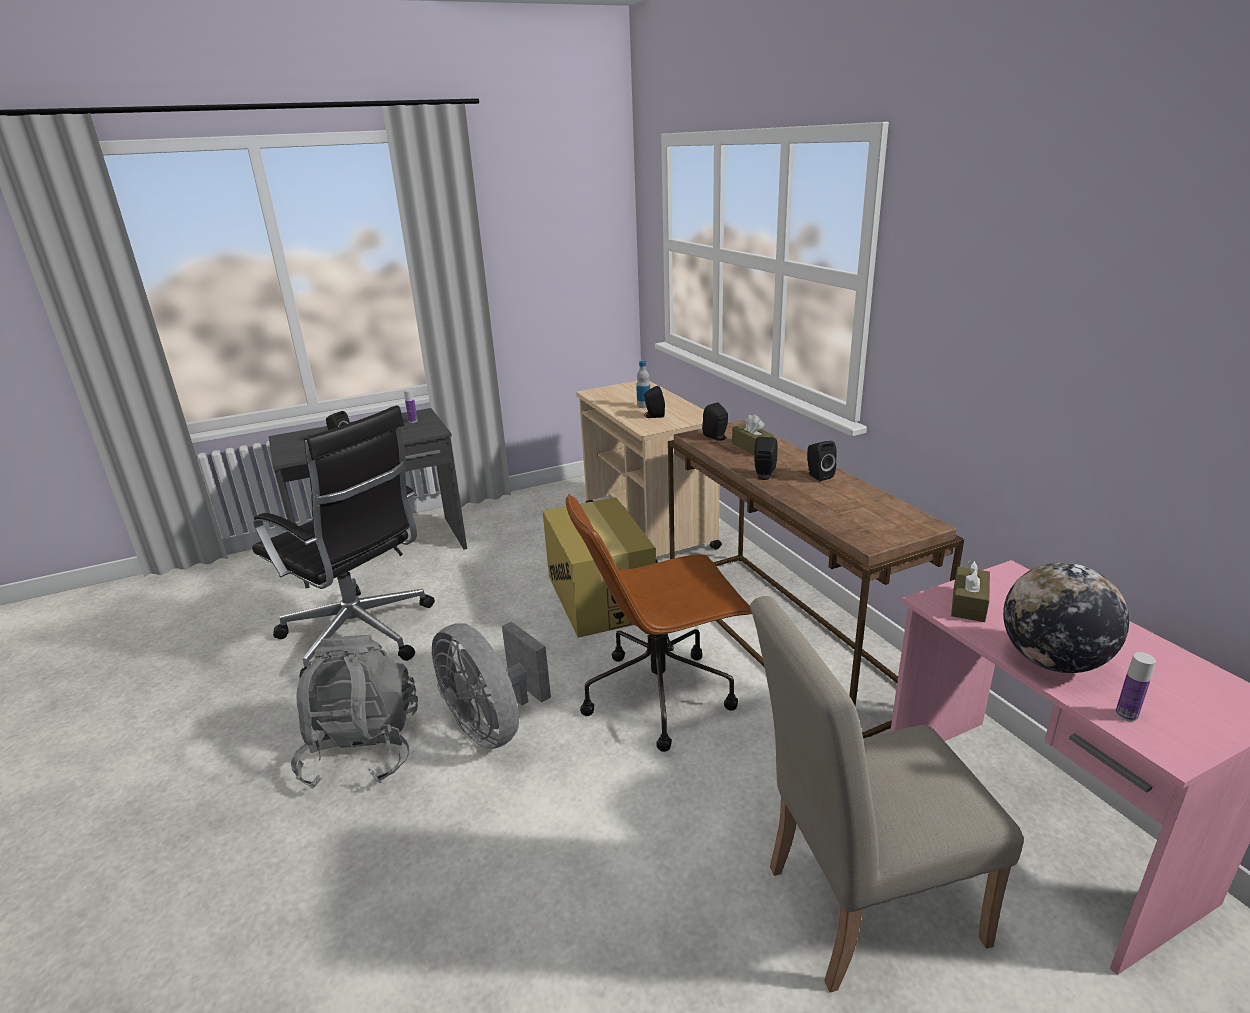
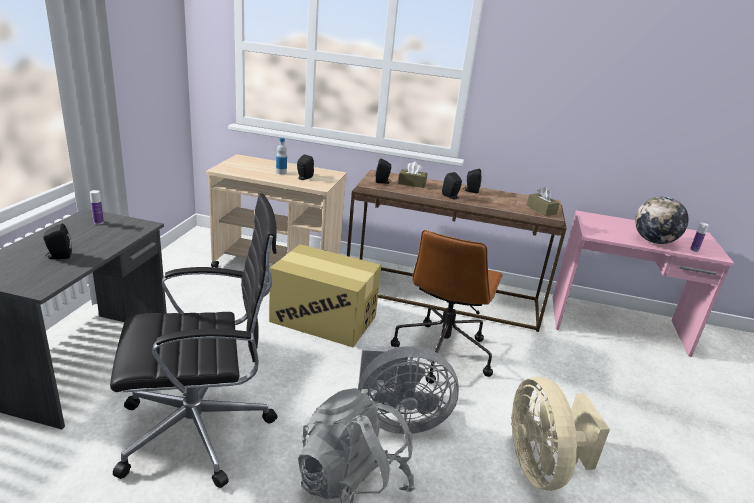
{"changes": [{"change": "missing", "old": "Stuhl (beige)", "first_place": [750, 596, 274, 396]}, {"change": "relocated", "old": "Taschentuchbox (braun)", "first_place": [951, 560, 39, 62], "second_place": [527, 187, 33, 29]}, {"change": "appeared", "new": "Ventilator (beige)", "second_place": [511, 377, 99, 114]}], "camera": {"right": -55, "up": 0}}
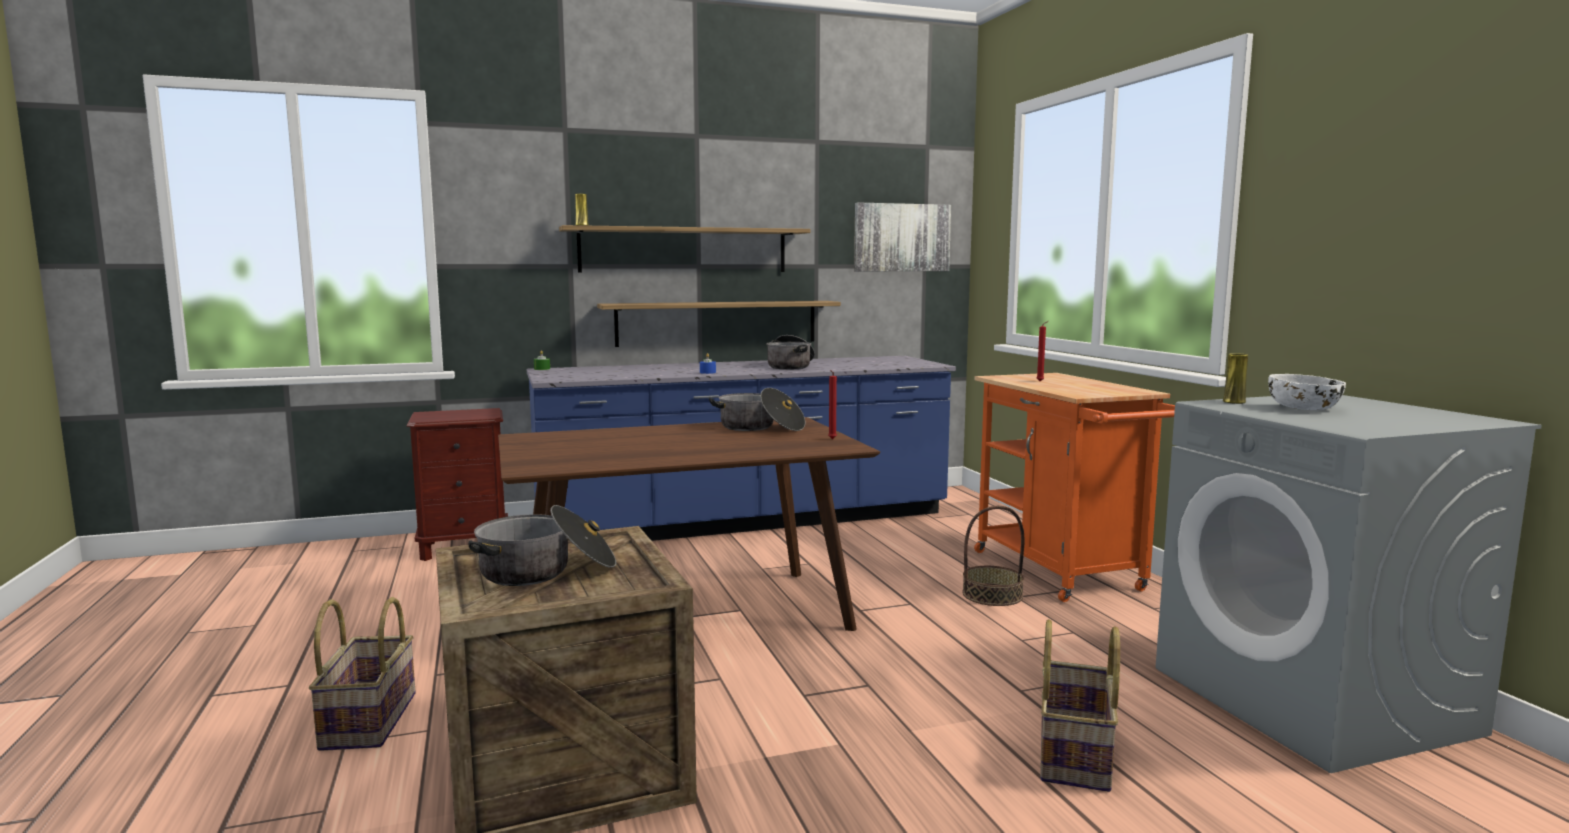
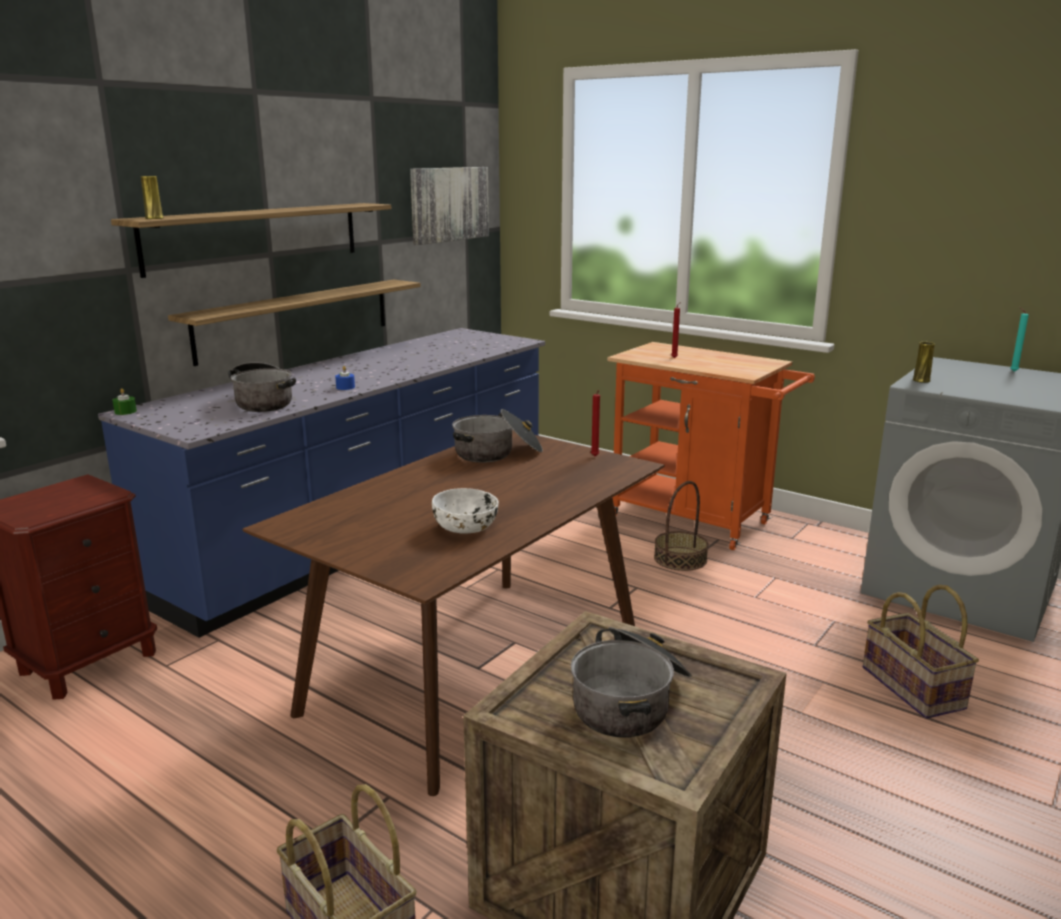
{"changes": [{"change": "relocated", "old": "Kochtopf", "first_place": [766, 335, 49, 34], "second_place": [228, 362, 68, 50]}, {"change": "relocated", "old": "Schüssel (weiß)", "first_place": [1268, 374, 78, 36], "second_place": [432, 488, 67, 45]}, {"change": "appeared", "new": "Kerze (türkis)", "second_place": [1010, 307, 19, 65]}], "camera": {"right": -35, "up": 10}}
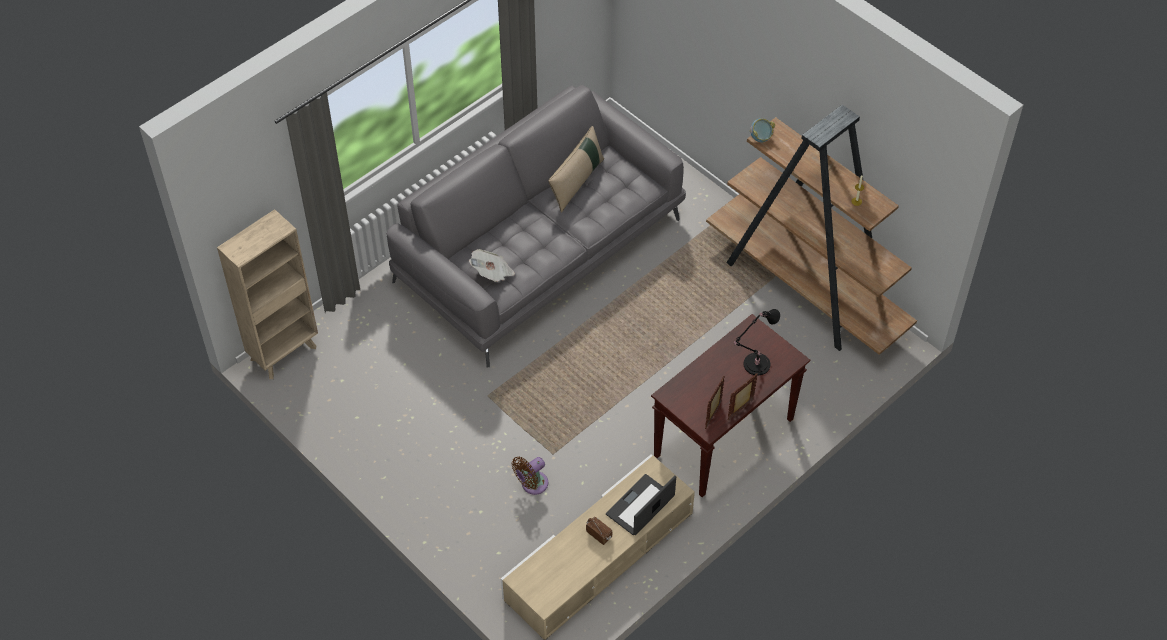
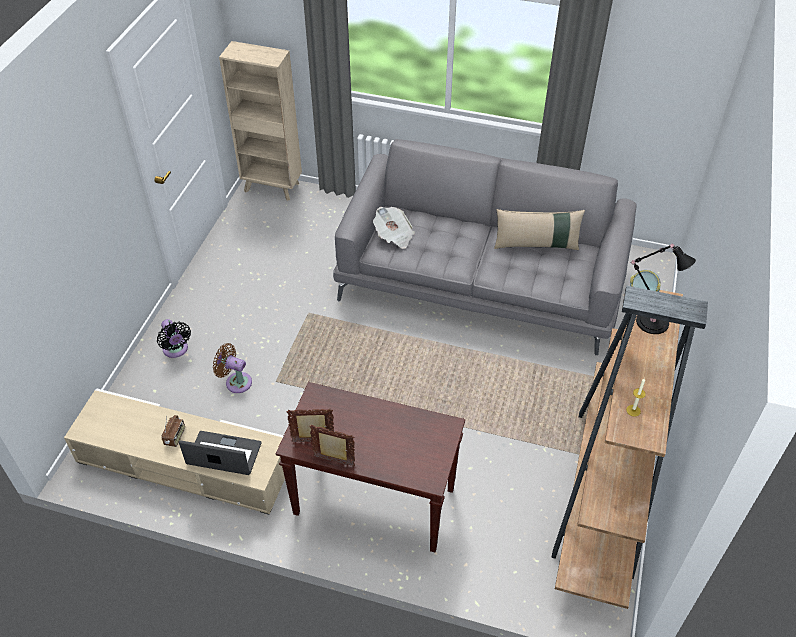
{"changes": [{"change": "relocated", "old": "Tischlampe (schwarz)", "first_place": [734, 309, 46, 67], "second_place": [630, 244, 66, 90]}, {"change": "appeared", "new": "Ventilator (schwarz)", "second_place": [157, 319, 34, 39]}], "camera": {"right": 60, "up": -5}}
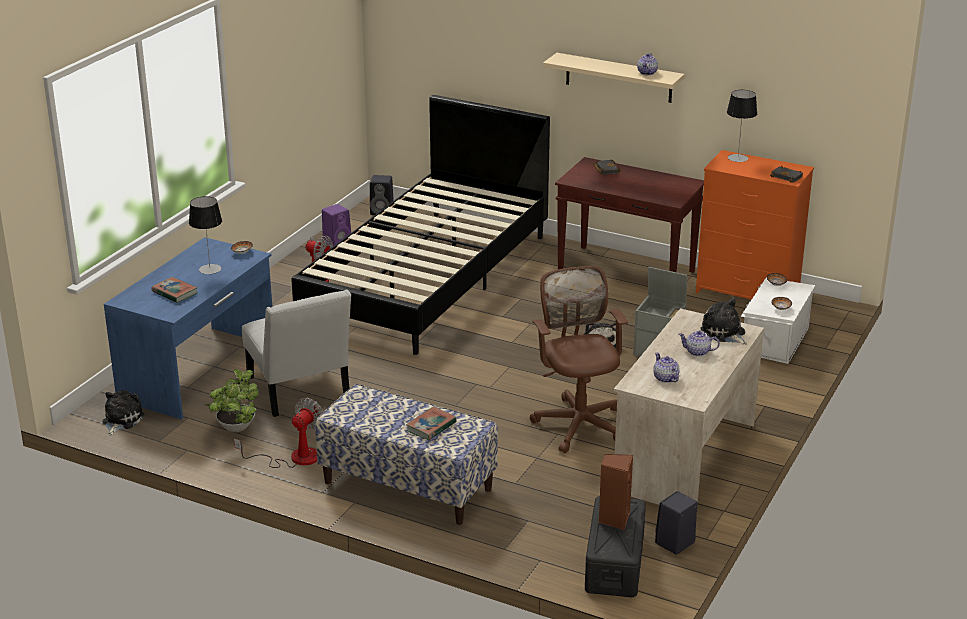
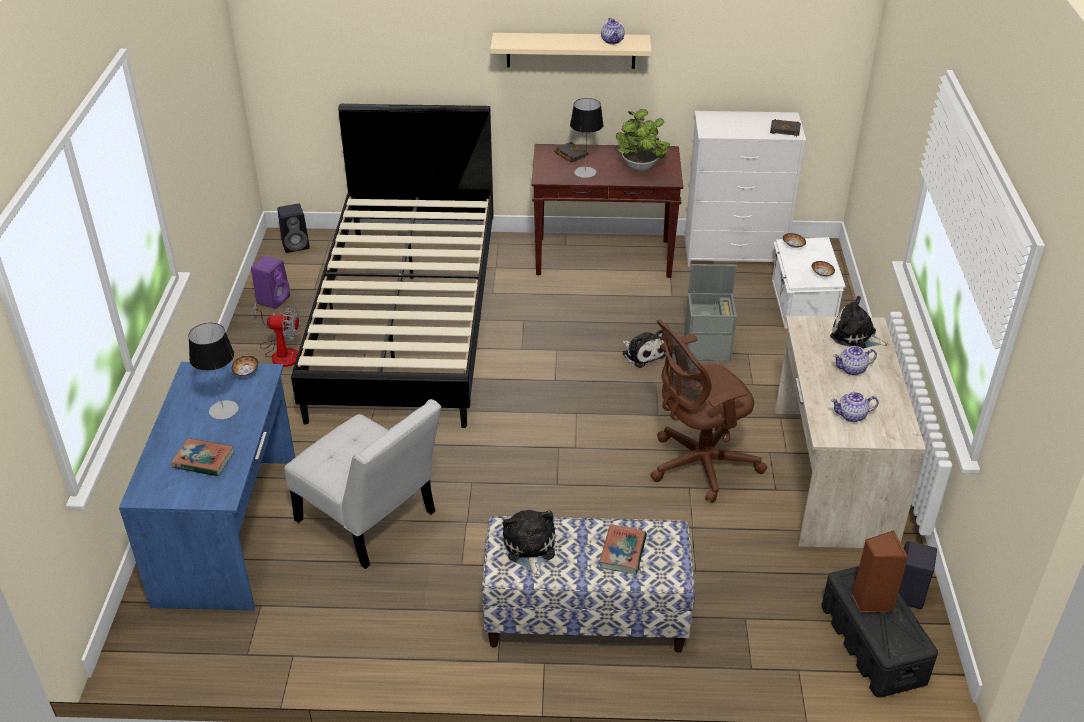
{"changes": [{"change": "relocated", "old": "Plüschtier", "first_place": [102, 390, 43, 45], "second_place": [503, 510, 52, 67]}, {"change": "relocated", "old": "Topfpflanze", "first_place": [205, 369, 54, 63], "second_place": [616, 109, 54, 62]}, {"change": "missing", "old": "Ventilator", "first_place": [234, 398, 89, 70]}, {"change": "spun", "old": "Bürostuhl (braun)", "first_place": [530, 266, 98, 187], "second_place": [650, 320, 118, 183], "degrees": -75}, {"change": "spun", "old": "Teekanne", "first_place": [653, 352, 26, 31], "second_place": [831, 392, 48, 30], "degrees": -45}, {"change": "colour", "old": "Kommode (orange)", "new": "Kommode (weiß)", "first_place": [696, 150, 118, 150], "second_place": [685, 111, 121, 156]}, {"change": "relocated", "old": "Tischlampe", "first_place": [727, 90, 30, 72], "second_place": [570, 98, 34, 80]}], "camera": {"right": -25, "up": 10}}
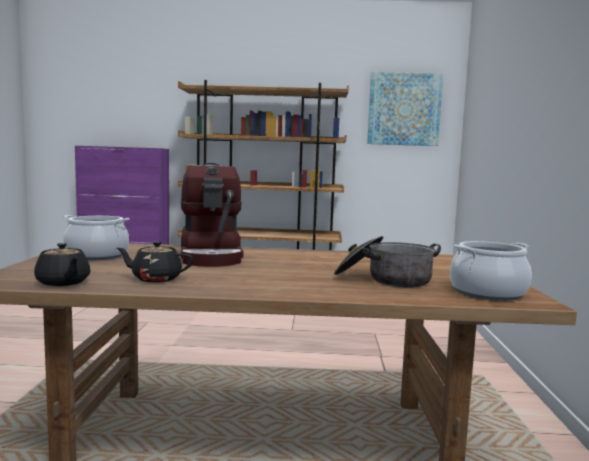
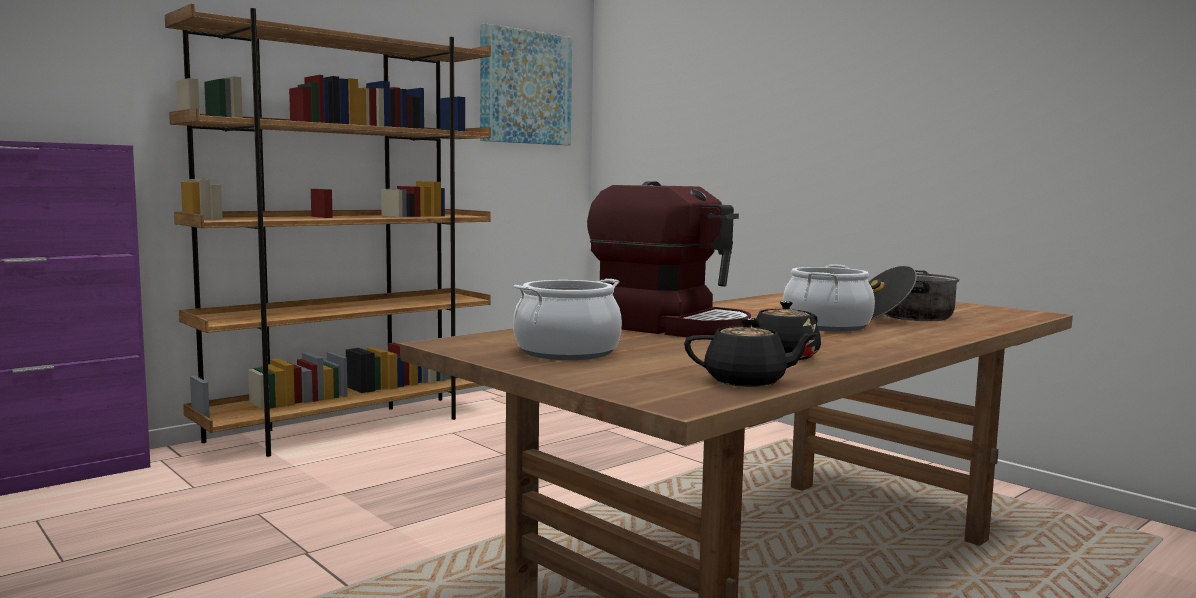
{"changes": [{"change": "relocated", "old": "Kochtopf", "first_place": [450, 241, 82, 60], "second_place": [783, 265, 92, 67]}], "camera": {"right": -45, "up": 0}}
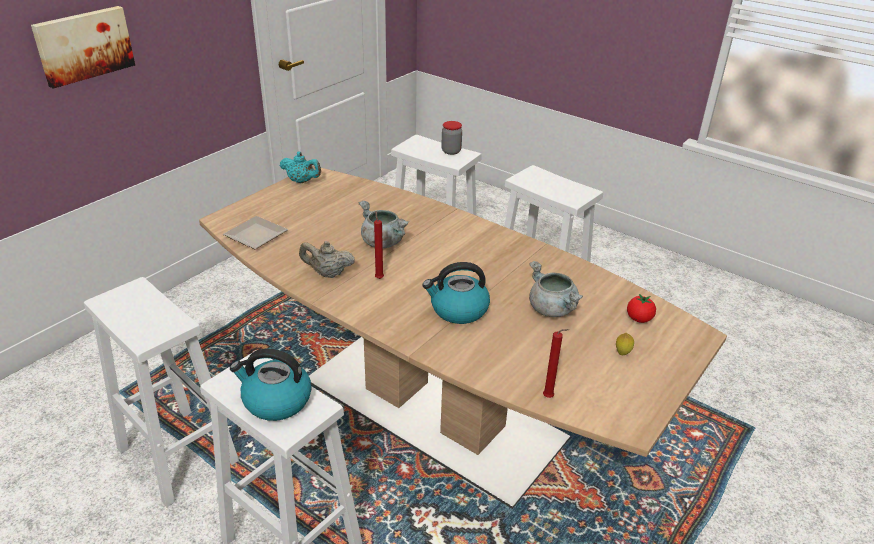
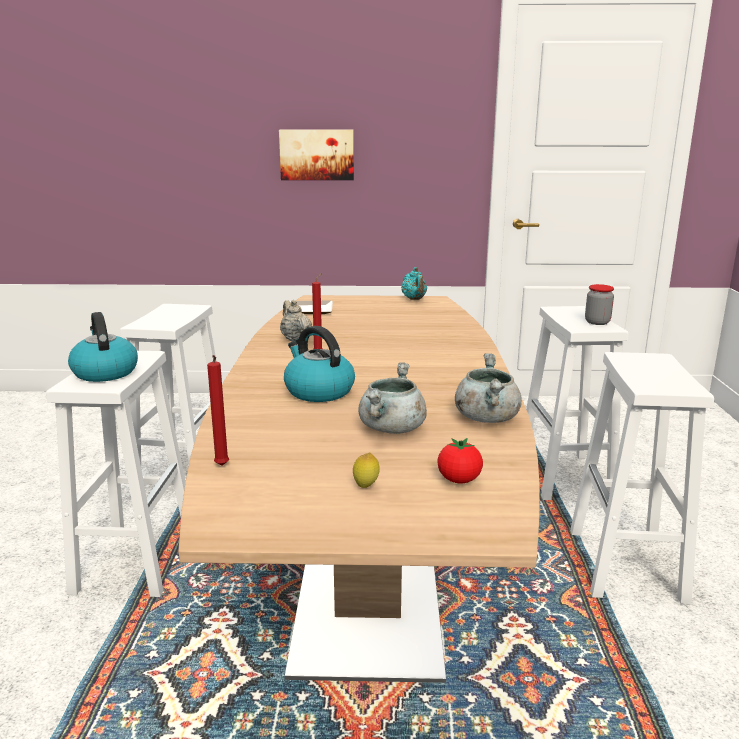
{"changes": [{"change": "relocated", "old": "Kochtopf (grau)", "first_place": [359, 201, 50, 47], "second_place": [455, 353, 67, 70]}], "camera": {"right": 55, "up": -15}}
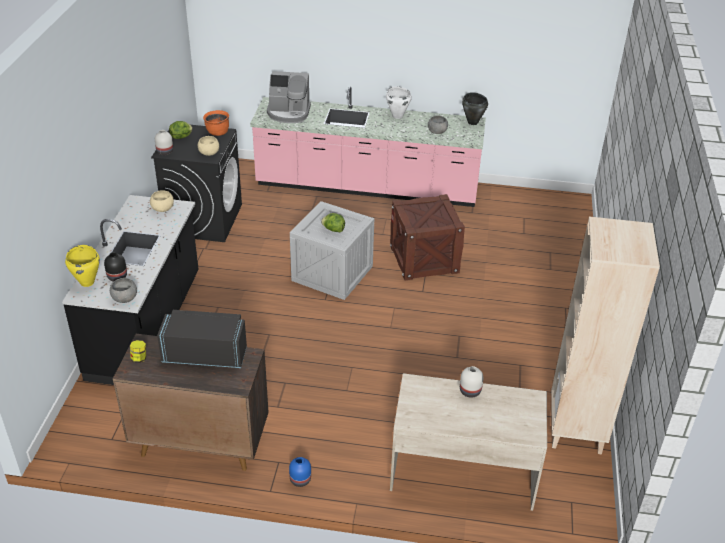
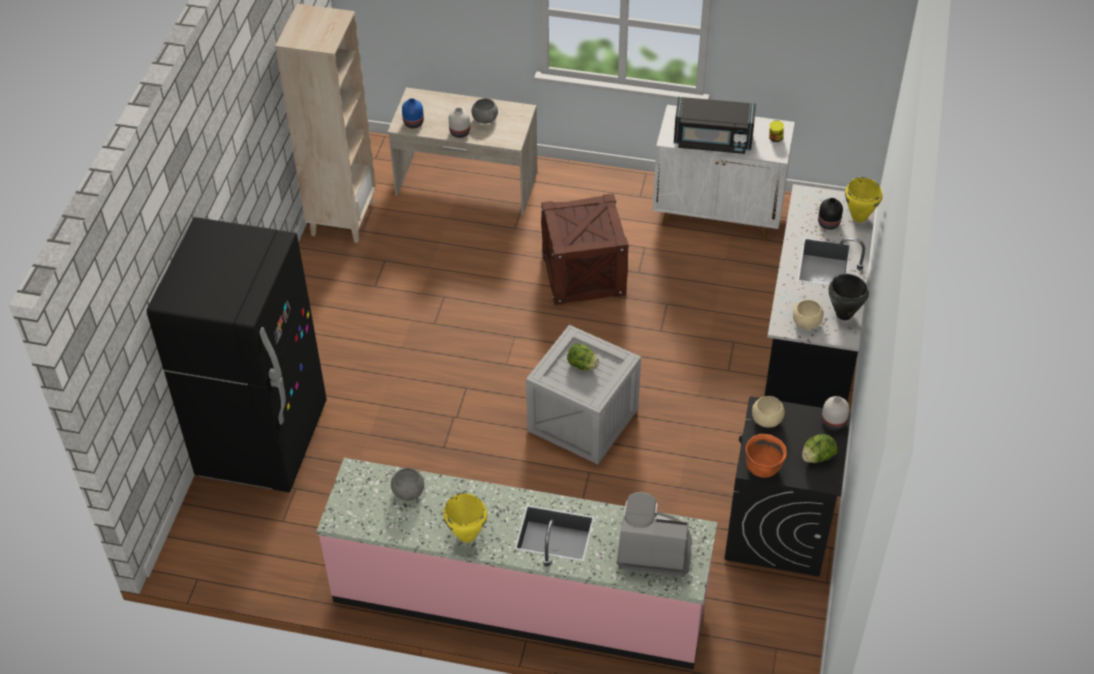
{"changes": [{"change": "relocated", "old": "Schüssel (grau)", "first_place": [110, 278, 27, 25], "second_place": [471, 98, 27, 26]}, {"change": "colour", "old": "Schrank (braun)", "new": "Schrank (weiß)", "first_place": [113, 334, 156, 137], "second_place": [653, 105, 142, 136]}, {"change": "relocated", "old": "Vase (blau)", "first_place": [289, 457, 22, 30], "second_place": [402, 98, 22, 30]}, {"change": "colour", "old": "Kochtopf (weiß)", "new": "Kochtopf (gelb)", "first_place": [386, 86, 26, 33], "second_place": [443, 493, 44, 50]}, {"change": "relocated", "old": "Kiste", "first_place": [390, 194, 75, 86], "second_place": [541, 193, 88, 112]}, {"change": "relocated", "old": "Kochtopf (schwarz)", "first_place": [462, 92, 26, 33], "second_place": [829, 274, 40, 46]}, {"change": "appeared", "new": "Kühlschrank (schwarz)", "second_place": [147, 217, 180, 275]}], "camera": {"right": -175, "up": 10}}
